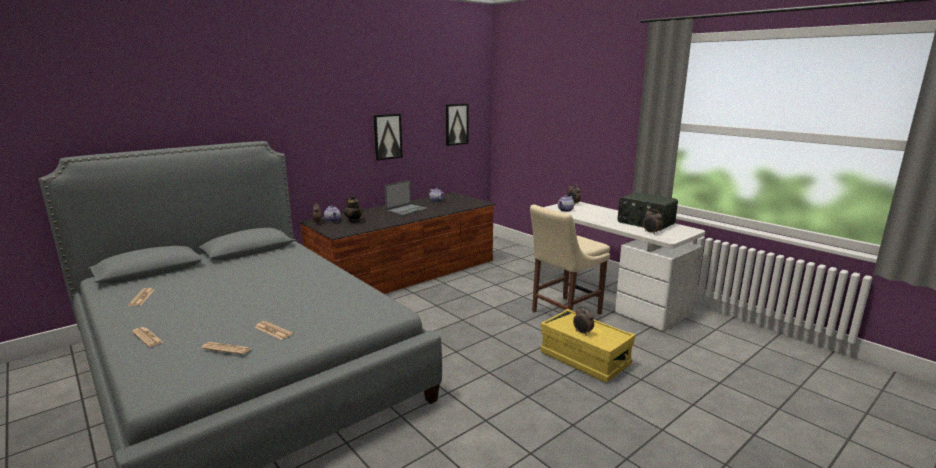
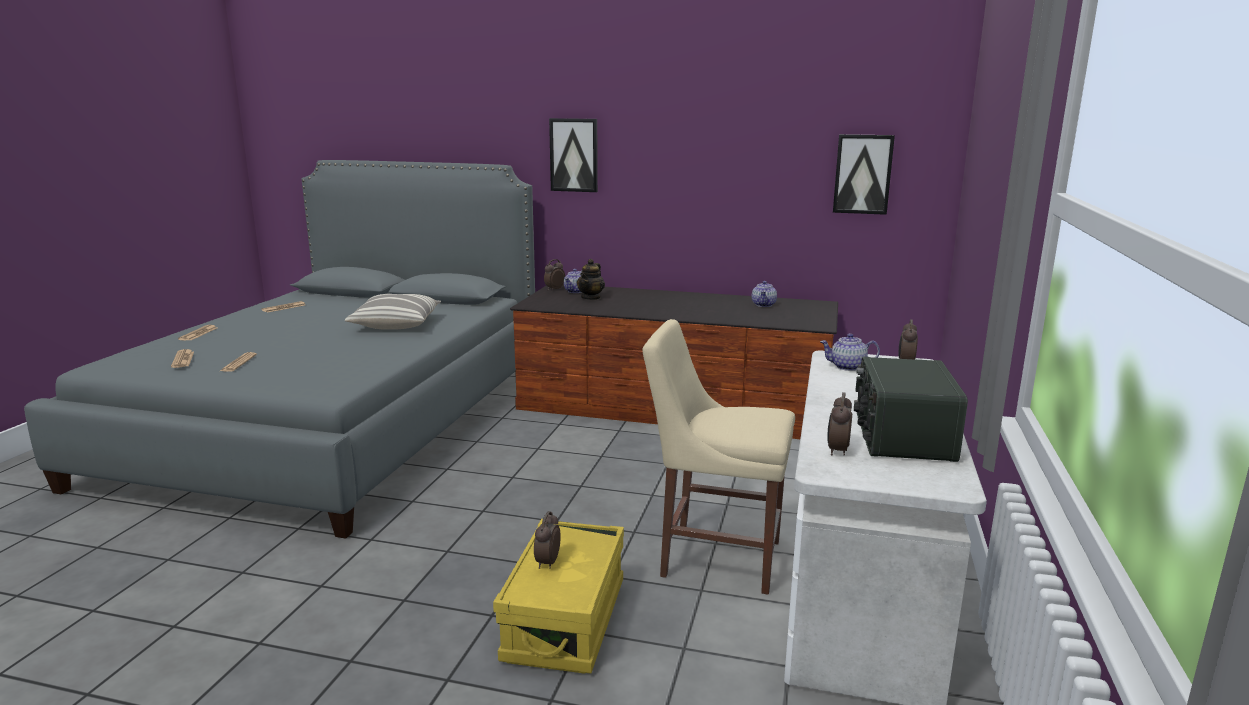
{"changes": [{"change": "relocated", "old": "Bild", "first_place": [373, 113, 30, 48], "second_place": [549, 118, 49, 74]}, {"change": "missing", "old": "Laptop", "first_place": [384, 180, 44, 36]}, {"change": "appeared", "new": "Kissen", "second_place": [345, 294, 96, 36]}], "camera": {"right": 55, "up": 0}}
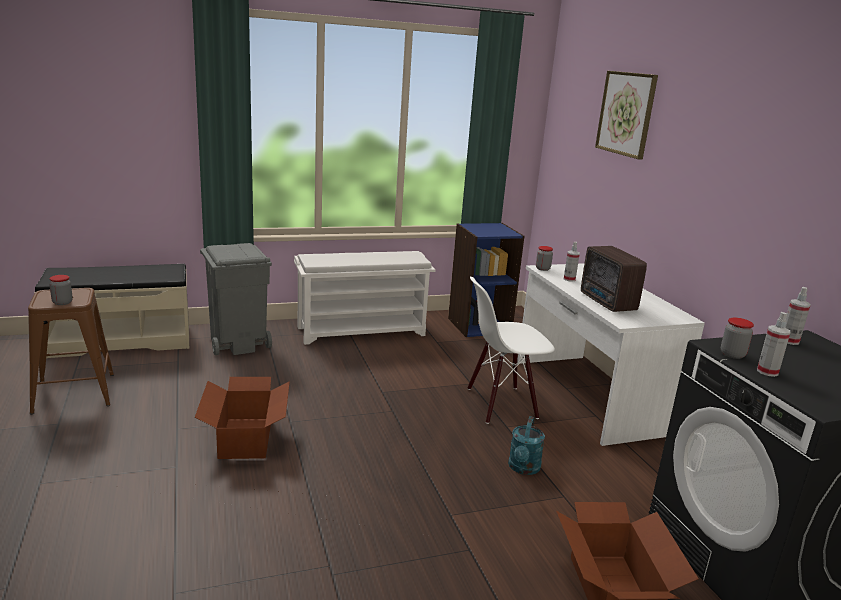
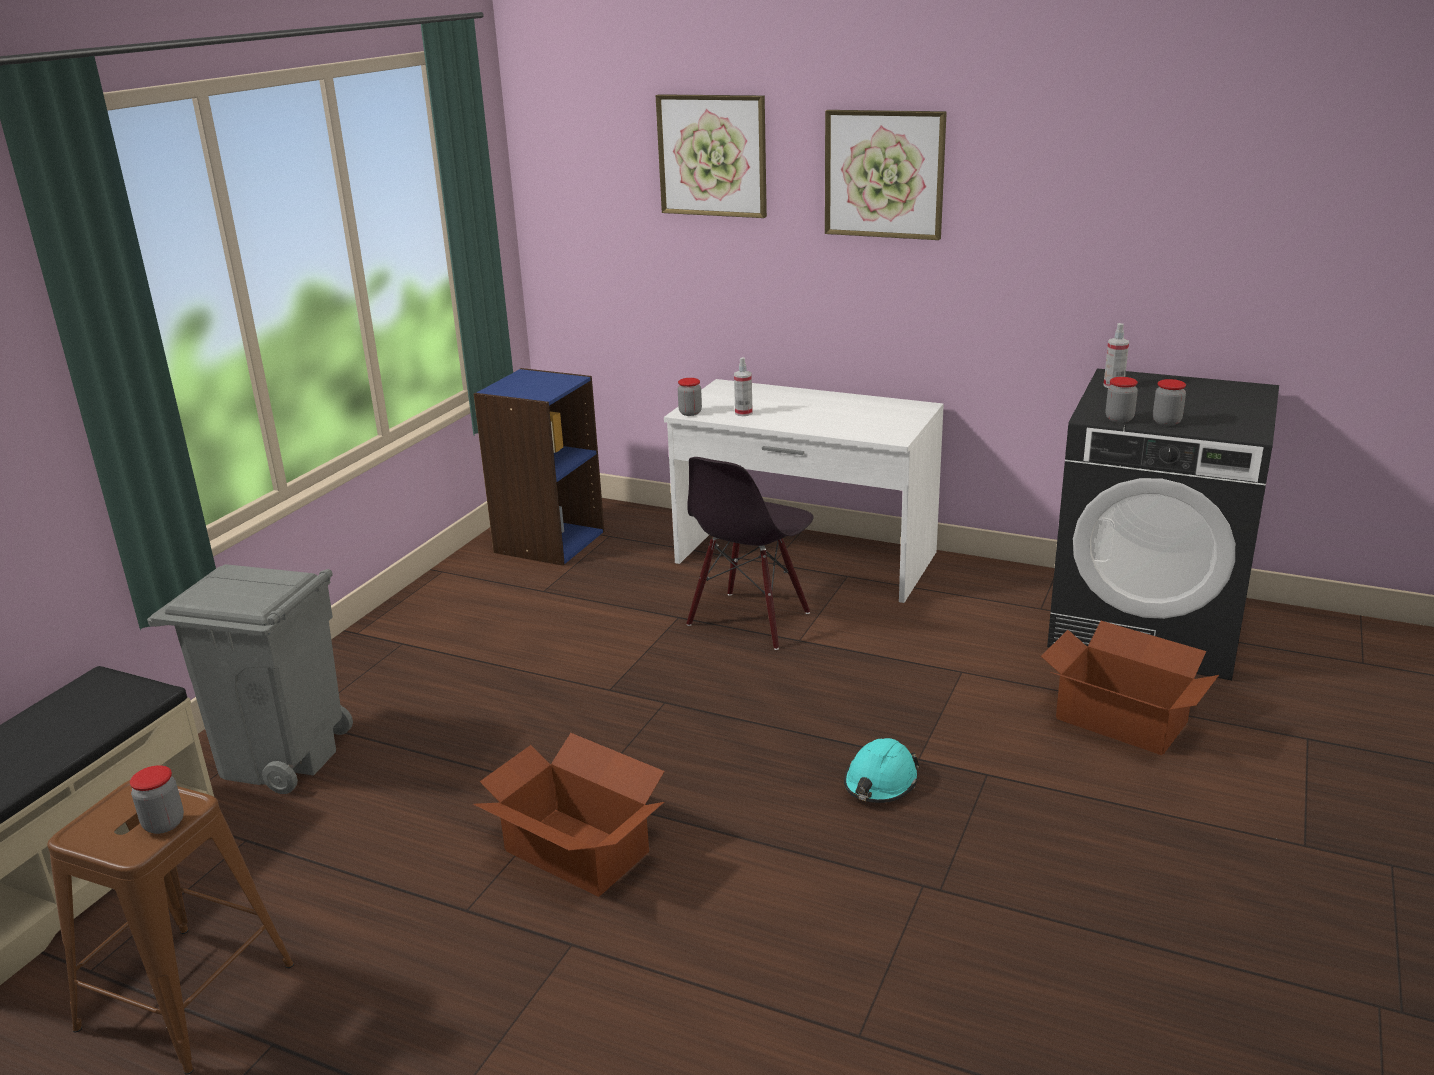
{"changes": [{"change": "missing", "old": "Schuhregal (weiß)", "first_place": [294, 251, 142, 94]}, {"change": "colour", "old": "Stuhl (weiß)", "new": "Stuhl (schwarz)", "first_place": [467, 276, 88, 148], "second_place": [686, 457, 128, 193]}, {"change": "missing", "old": "Gießkanne (türkis)", "first_place": [508, 416, 37, 59]}, {"change": "missing", "old": "Radio", "first_place": [581, 246, 66, 66]}, {"change": "exchanged", "old": "Sprühflasche", "new": "Vorratsglas", "first_place": [757, 312, 34, 65], "second_place": [1153, 379, 33, 47]}, {"change": "appeared", "new": "Bild", "second_place": [825, 110, 122, 130]}, {"change": "appeared", "new": "Schutzhelm (türkis)", "second_place": [844, 738, 76, 65]}], "camera": {"right": -45, "up": 5}}
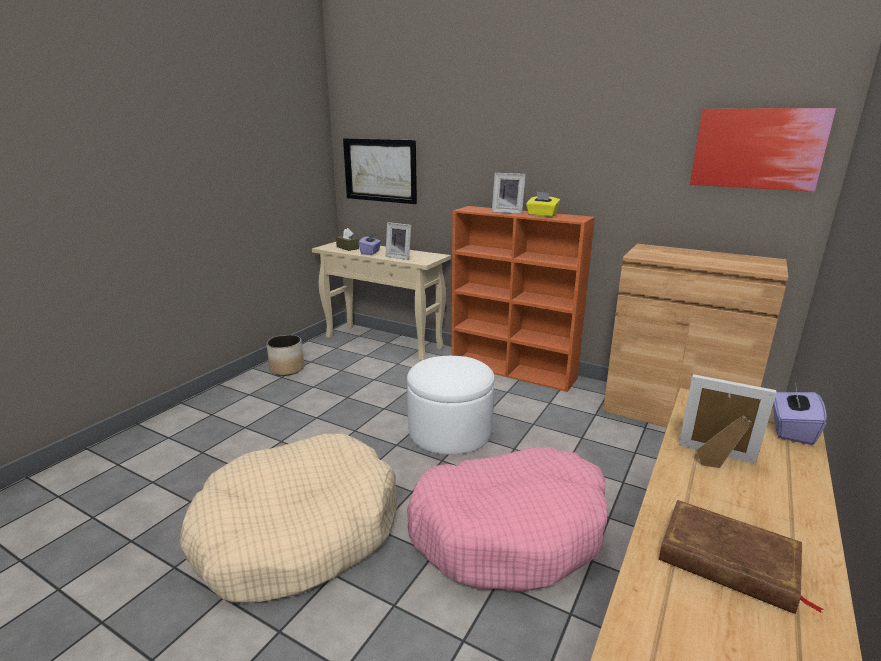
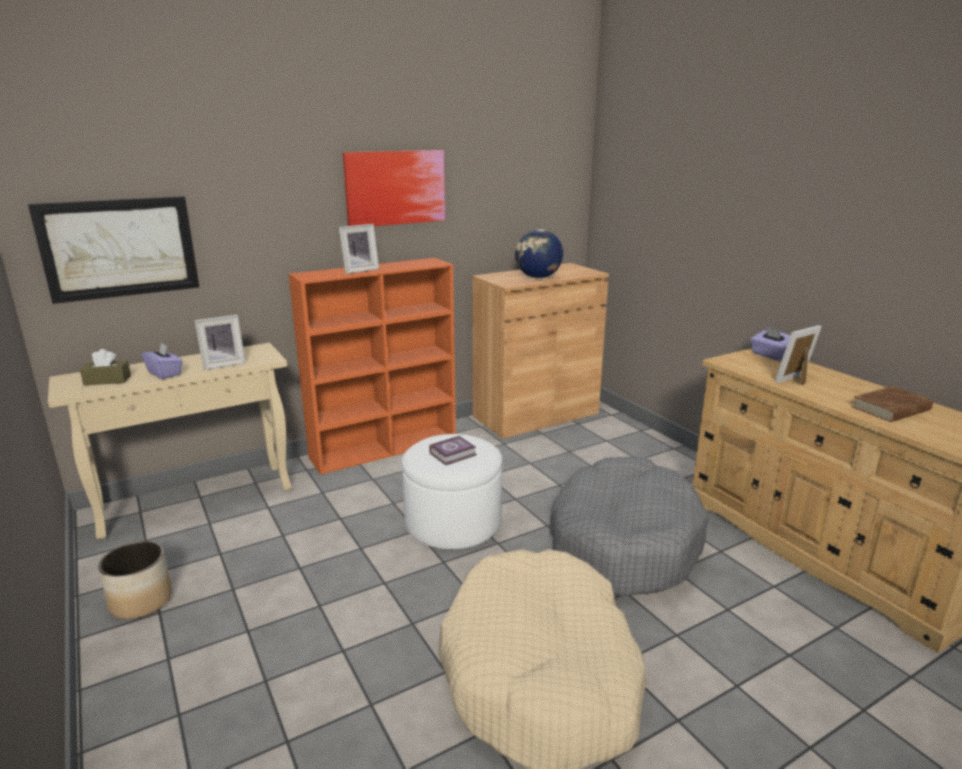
{"changes": [{"change": "colour", "old": "Hundebett (rosa)", "new": "Hundebett (grau)", "first_place": [407, 447, 201, 145], "second_place": [550, 457, 159, 139]}, {"change": "missing", "old": "Taschentuchbox (gelb)", "first_place": [526, 192, 34, 25]}, {"change": "relocated", "old": "Bild", "first_place": [690, 108, 146, 84], "second_place": [343, 150, 102, 76]}, {"change": "appeared", "new": "Buch", "second_place": [429, 436, 48, 29]}, {"change": "appeared", "new": "Globus", "second_place": [515, 229, 48, 49]}], "camera": {"right": -60, "up": 0}}
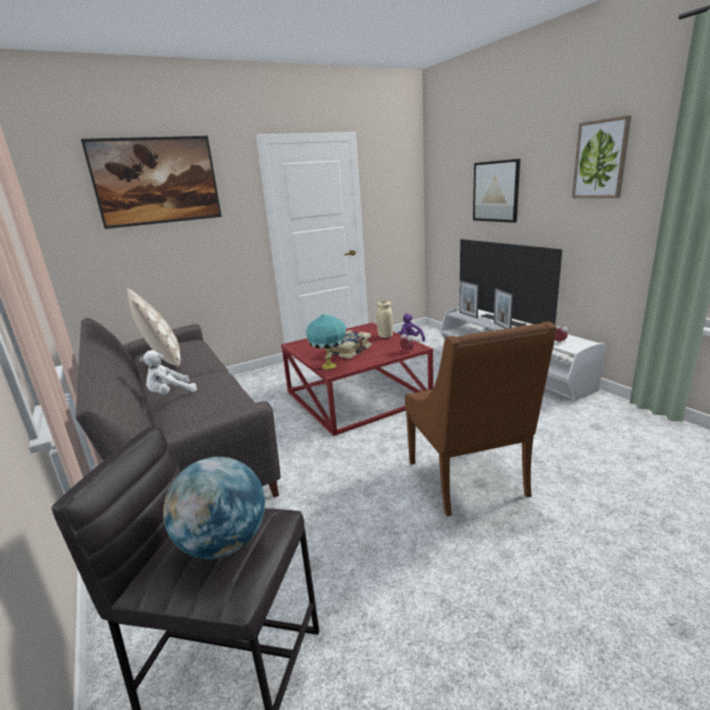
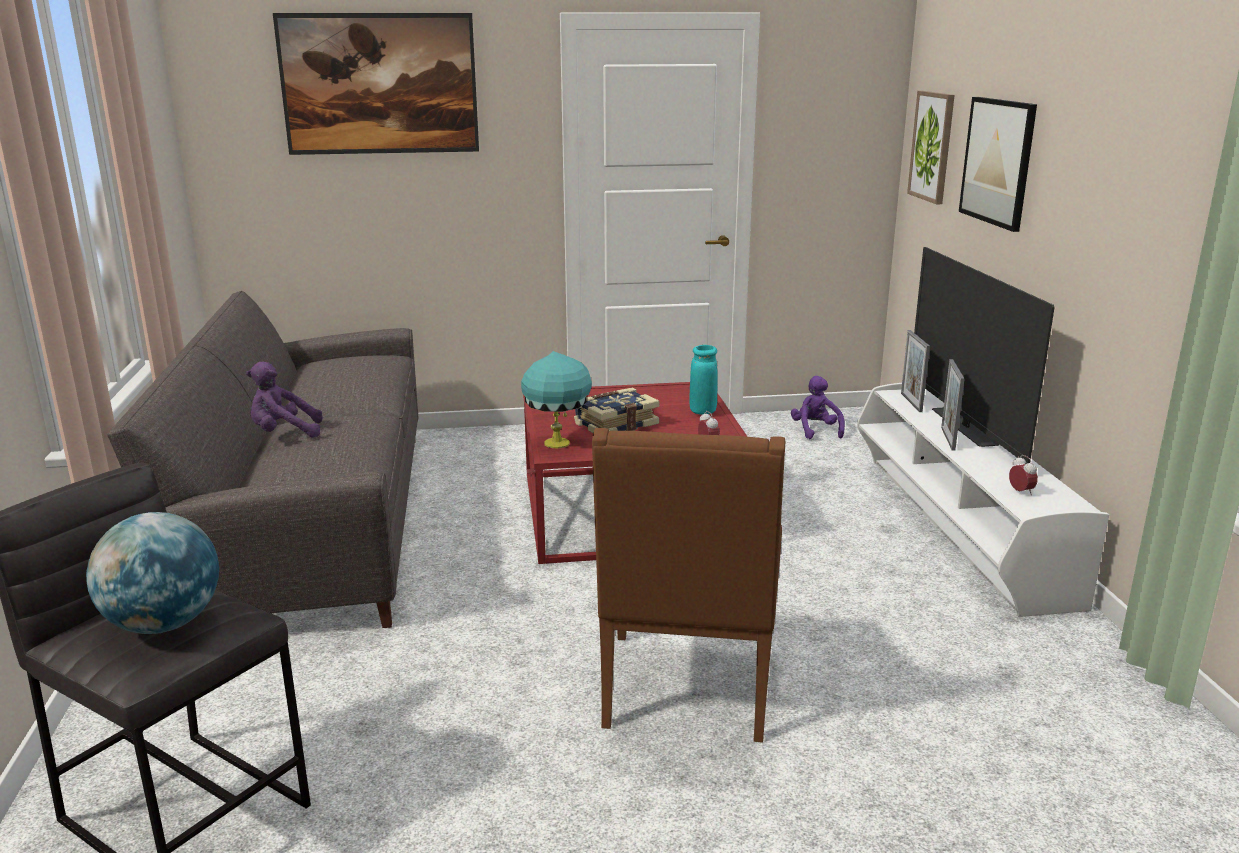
{"changes": [{"change": "missing", "old": "Kissen (beige)", "first_place": [127, 288, 54, 79]}, {"change": "colour", "old": "Plüschtier (weiß)", "new": "Plüschtier (lila)", "first_place": [140, 350, 57, 45], "second_place": [246, 362, 77, 76]}, {"change": "colour", "old": "Vase (beige)", "new": "Vase (türkis)", "first_place": [377, 301, 16, 37], "second_place": [689, 345, 29, 70]}, {"change": "relocated", "old": "Bild", "first_place": [572, 115, 59, 83], "second_place": [907, 91, 48, 113]}], "camera": {"right": 20, "up": 0}}
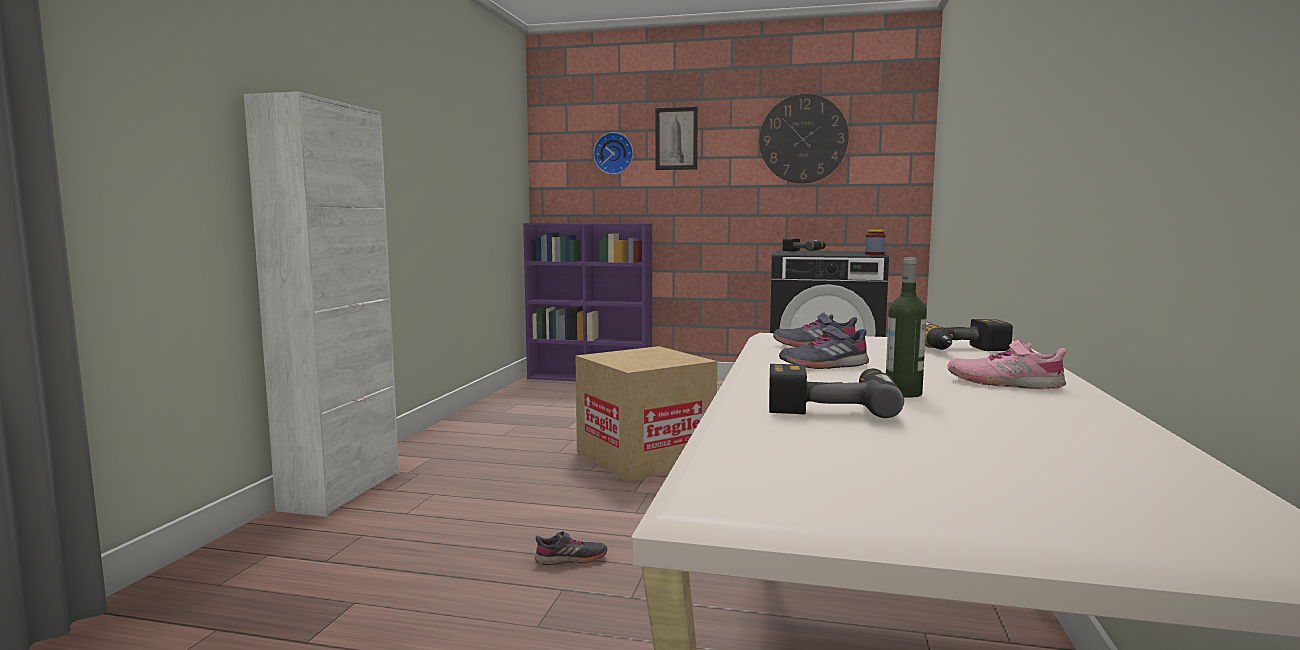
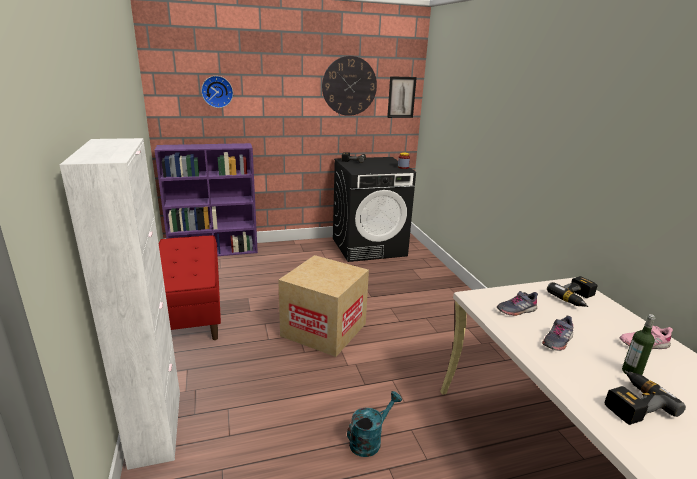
{"changes": [{"change": "exchanged", "old": "Schuh (grau)", "new": "Gießkanne (türkis)", "first_place": [535, 531, 73, 34], "second_place": [347, 391, 55, 66]}, {"change": "relocated", "old": "Bild", "first_place": [655, 107, 43, 63], "second_place": [387, 76, 30, 42]}, {"change": "appeared", "new": "Bank (rot)", "second_place": [159, 235, 62, 105]}], "camera": {"right": -30, "up": 15}}
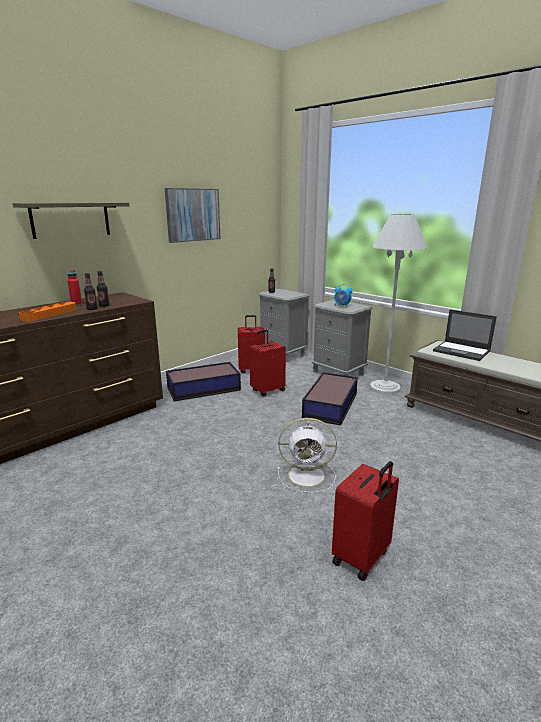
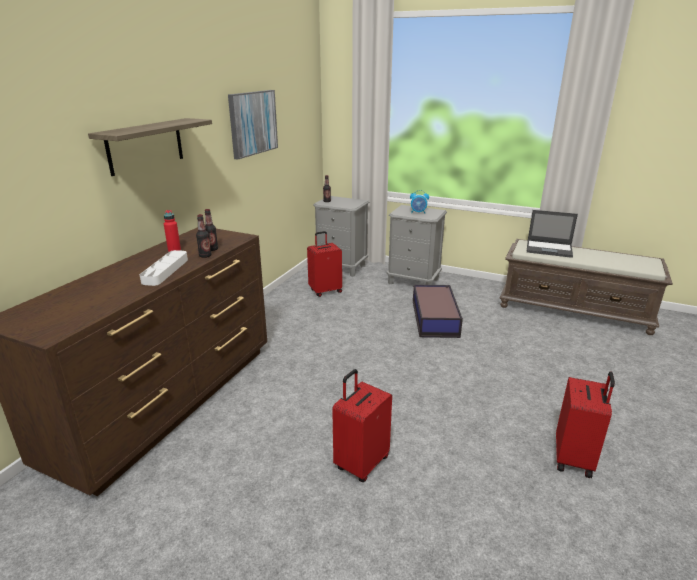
{"changes": [{"change": "colour", "old": "Tablett (orange)", "new": "Tablett (weiß)", "first_place": [19, 301, 58, 21], "second_place": [140, 250, 48, 36]}, {"change": "missing", "old": "Aufbewahrungsbox", "first_place": [166, 362, 75, 39]}, {"change": "relocated", "old": "Koffer (rot)", "first_place": [249, 330, 37, 67], "second_place": [332, 369, 60, 113]}, {"change": "missing", "old": "Ventilator (weiß)", "first_place": [277, 418, 60, 75]}, {"change": "missing", "old": "Stehlampe (weiß)", "first_place": [370, 214, 57, 180]}], "camera": {"right": -20, "up": 5}}
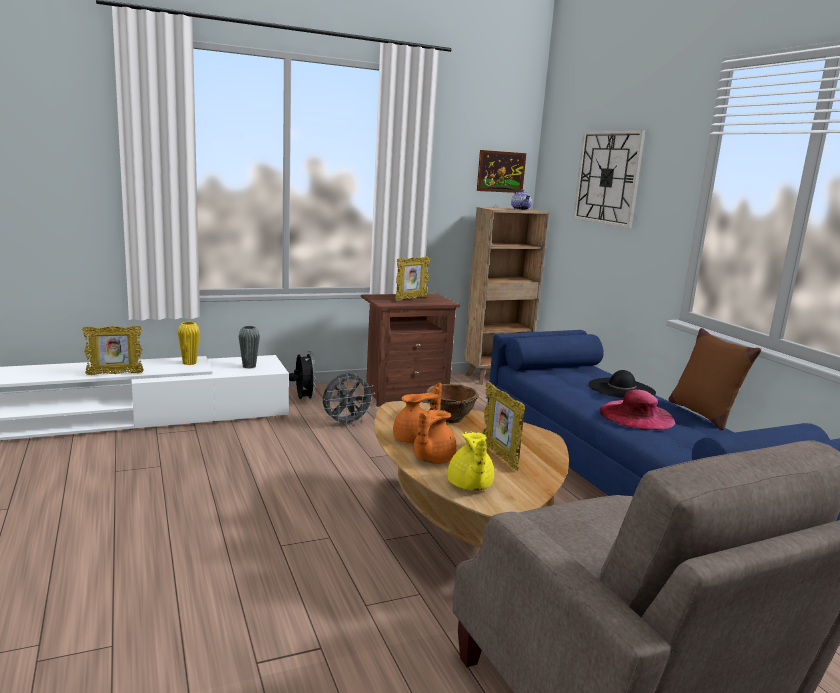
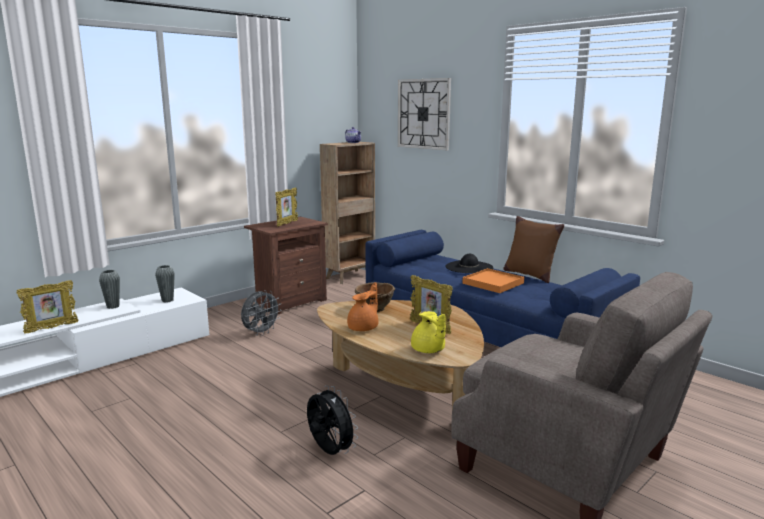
{"changes": [{"change": "colour", "old": "Vase (gelb)", "new": "Vase (grau)", "first_place": [178, 322, 22, 43], "second_place": [99, 270, 21, 39]}, {"change": "relocated", "old": "Ventilator (schwarz)", "first_place": [289, 351, 28, 51], "second_place": [307, 385, 51, 70]}, {"change": "missing", "old": "Teekanne (orange)", "first_place": [413, 410, 44, 54]}, {"change": "missing", "old": "Bild", "first_place": [477, 150, 49, 43]}, {"change": "exchanged", "old": "Hut (rosa)", "new": "Tablett (orange)", "first_place": [600, 390, 76, 40], "second_place": [462, 268, 62, 25]}], "camera": {"right": -20, "up": 0}}
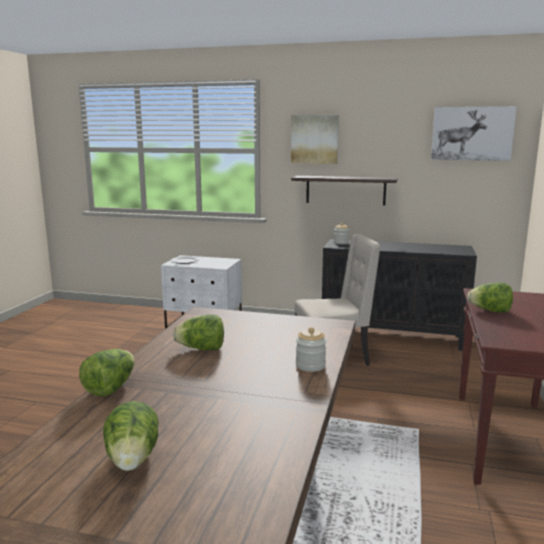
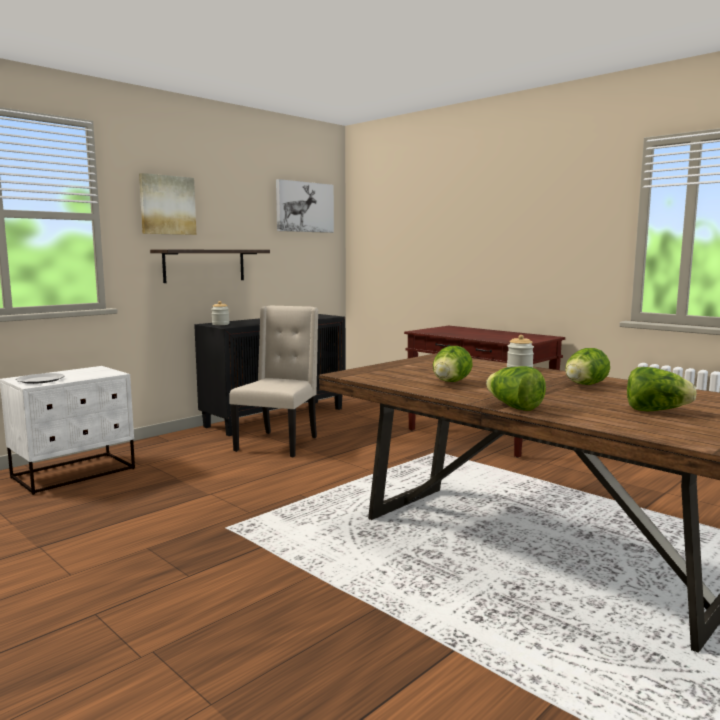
{"changes": [{"change": "relocated", "old": "Salatkopf", "first_place": [467, 283, 46, 30], "second_place": [565, 348, 45, 37]}], "camera": {"right": -60, "up": -5}}
